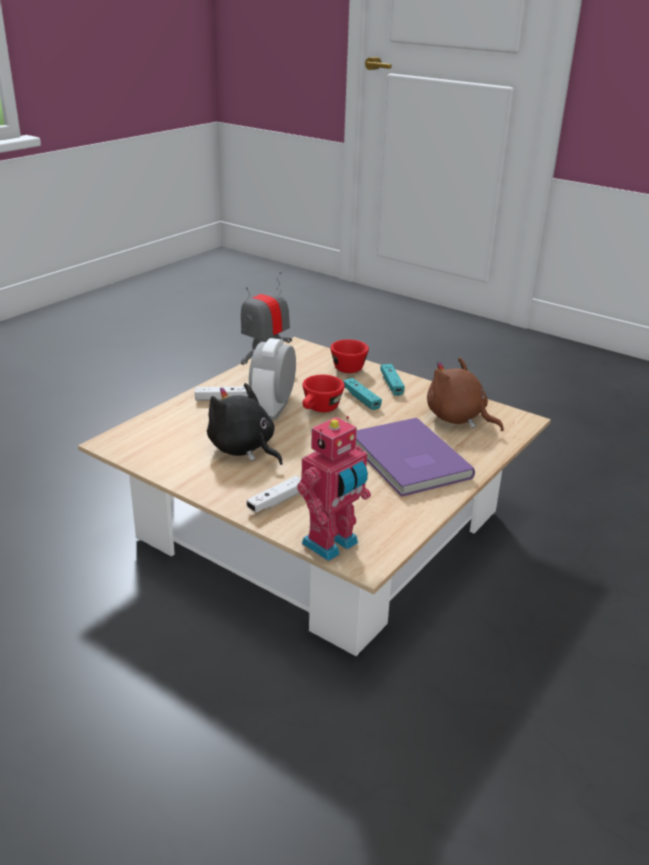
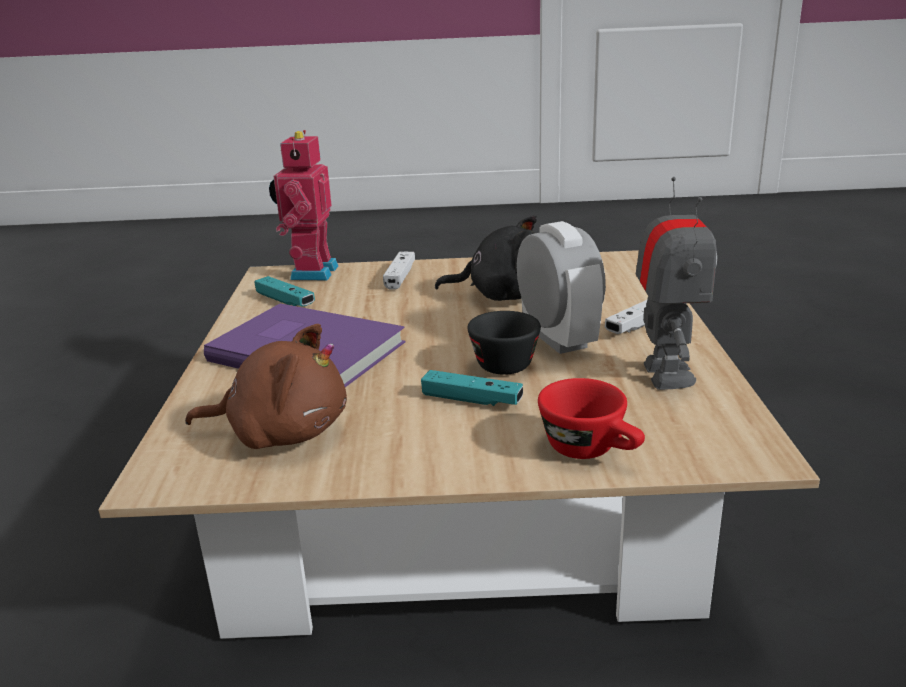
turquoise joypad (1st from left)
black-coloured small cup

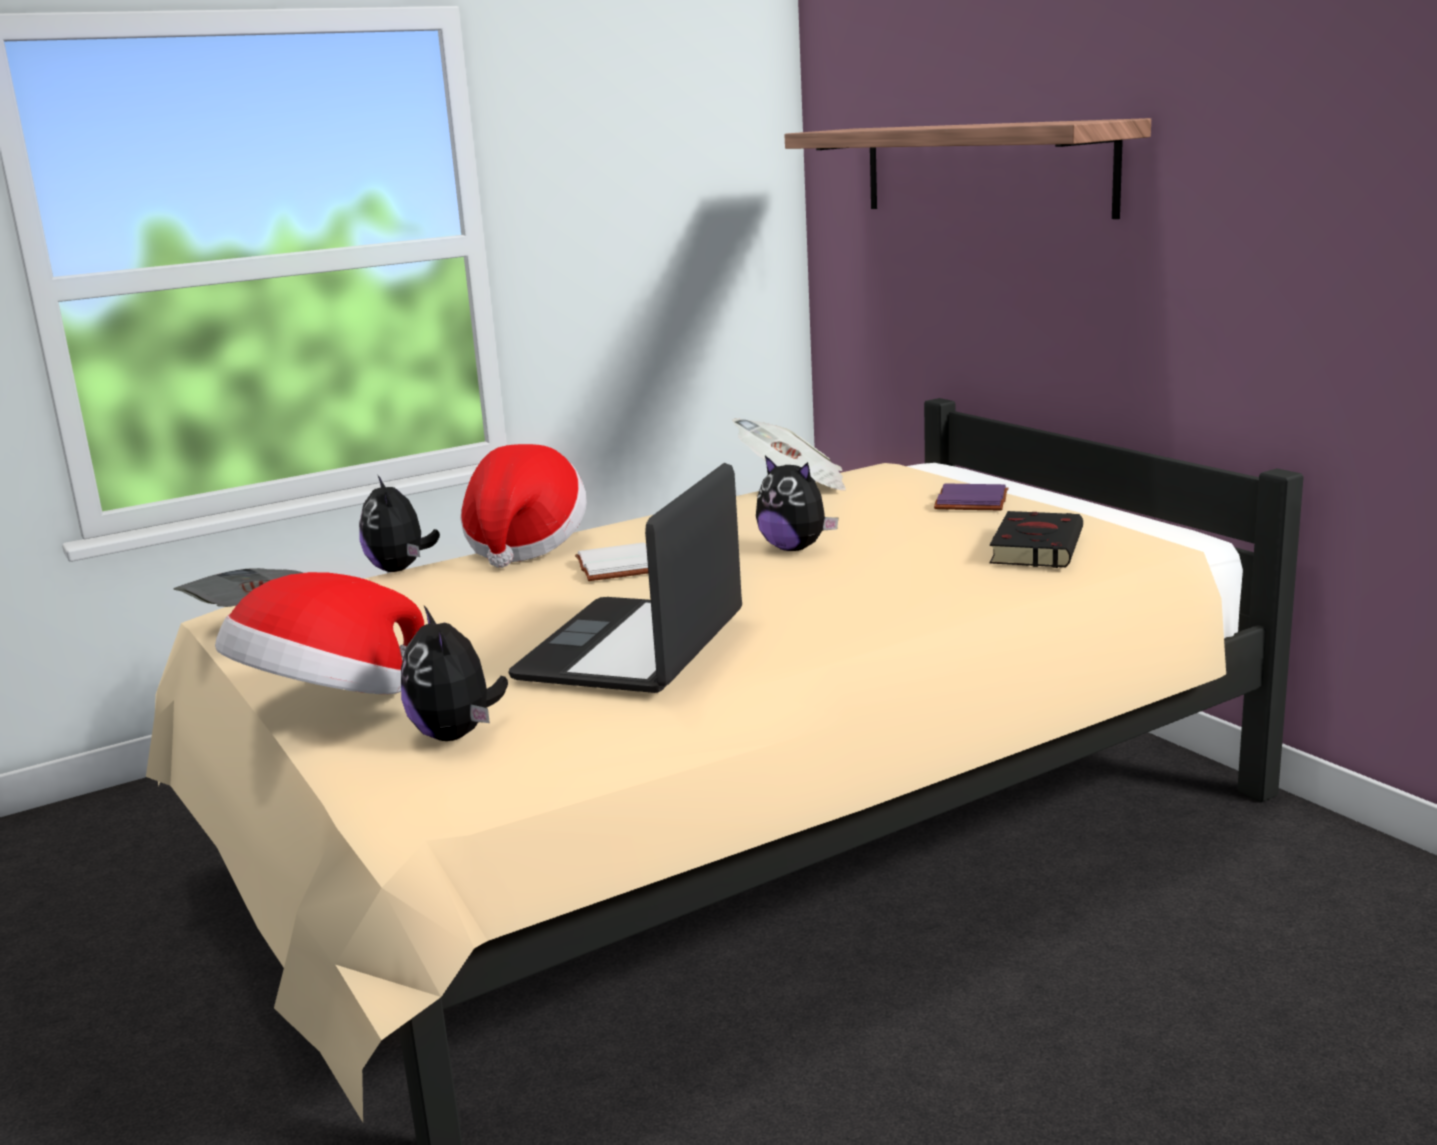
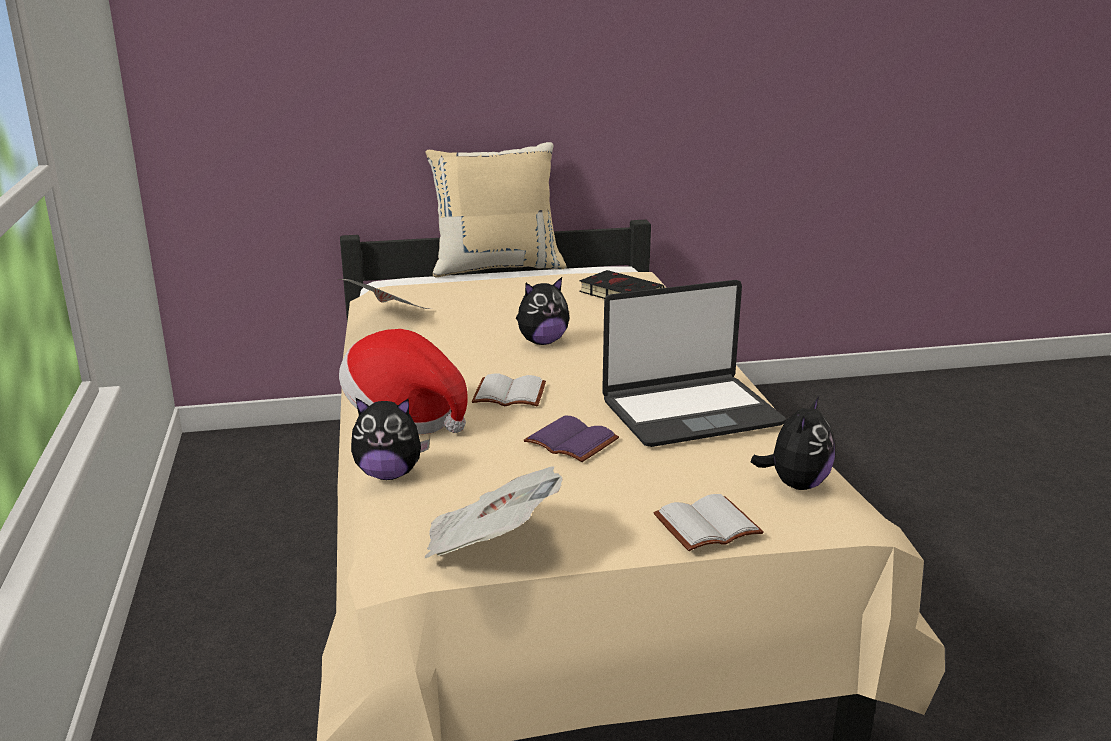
bracket shelf
beige cushion
purple volume
white volume (2nd from left)
soft toy (3rd from left)
laptop

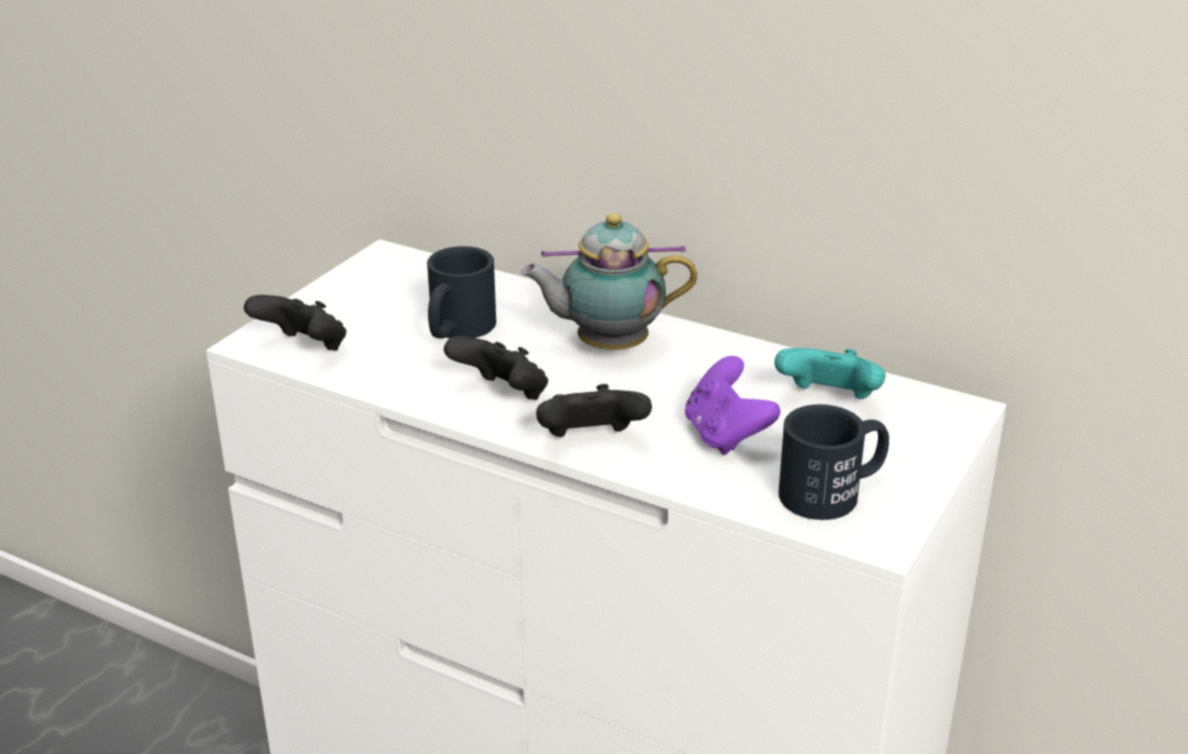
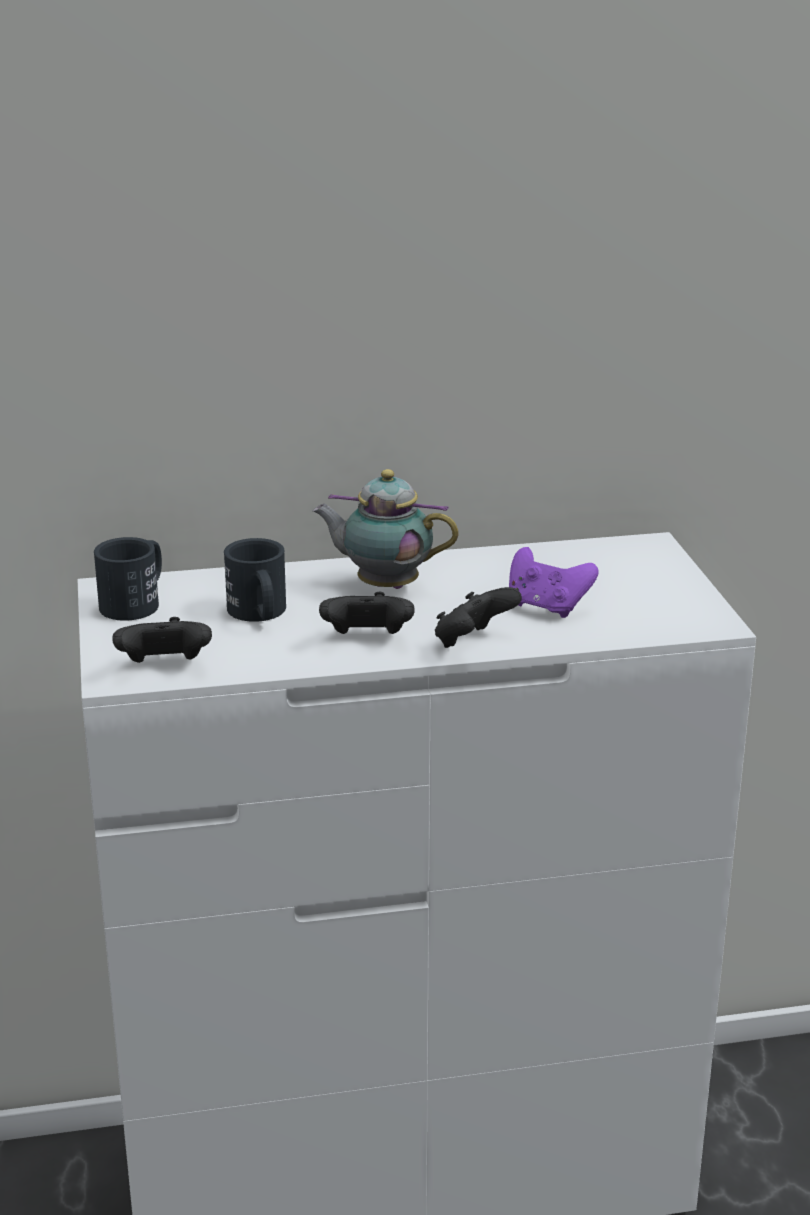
turquoise joypad
black-coloured tea mug (1st from left)
tea pot

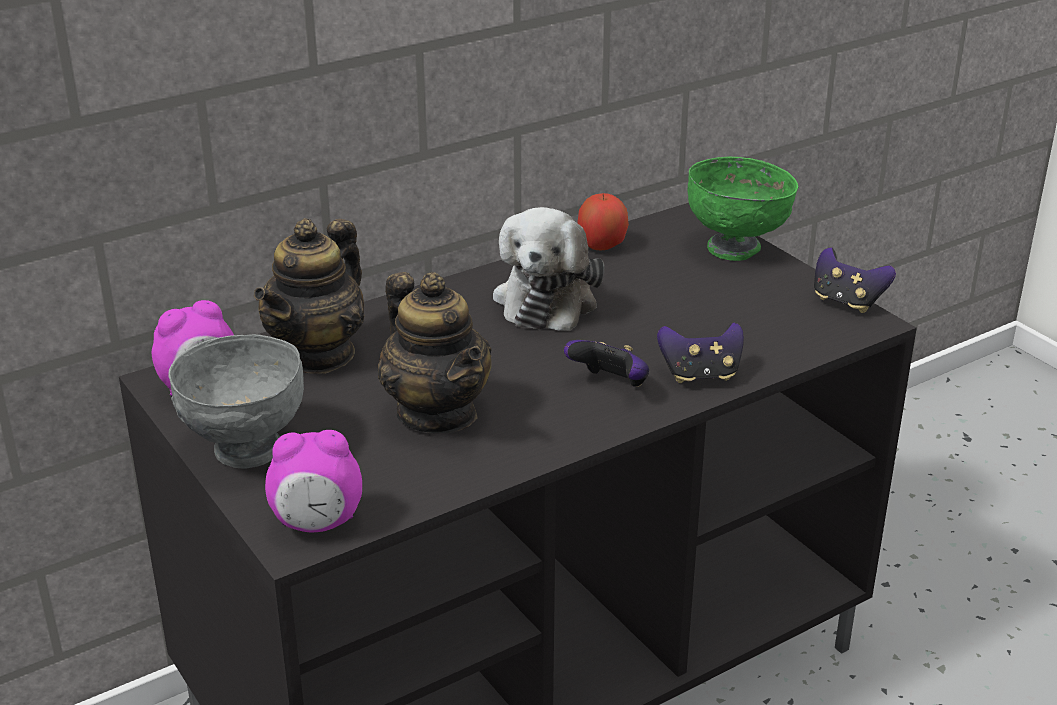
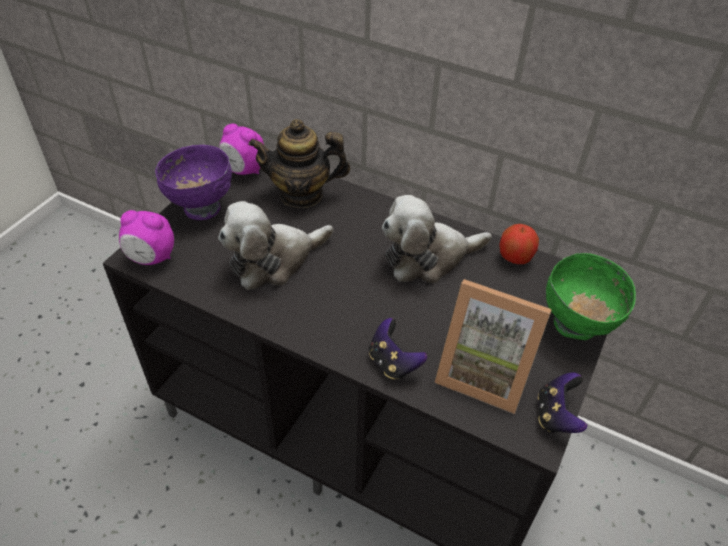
joypad (1st from left in the first image)
standing frame
soft toy (1st from left)
purple serving bowl
table clock (1st from left)

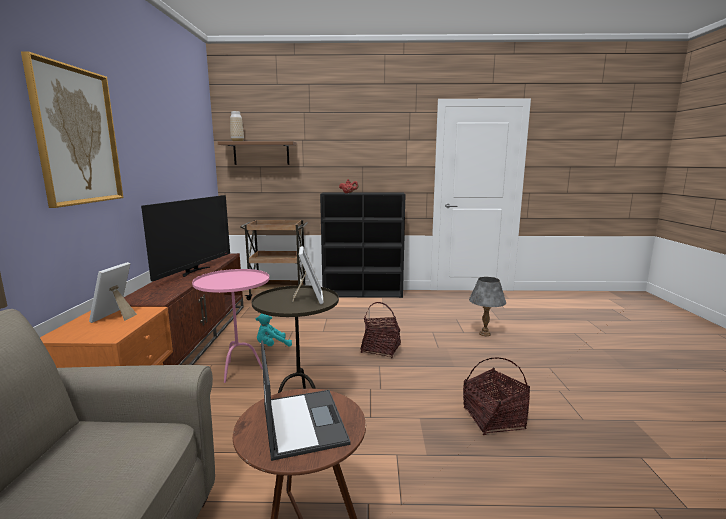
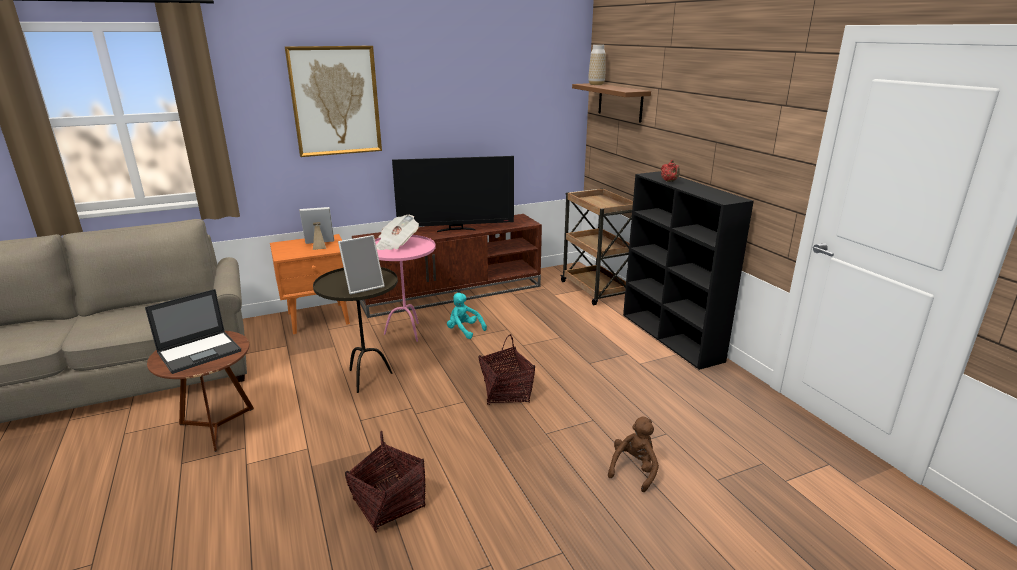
printed paper
brown soft toy

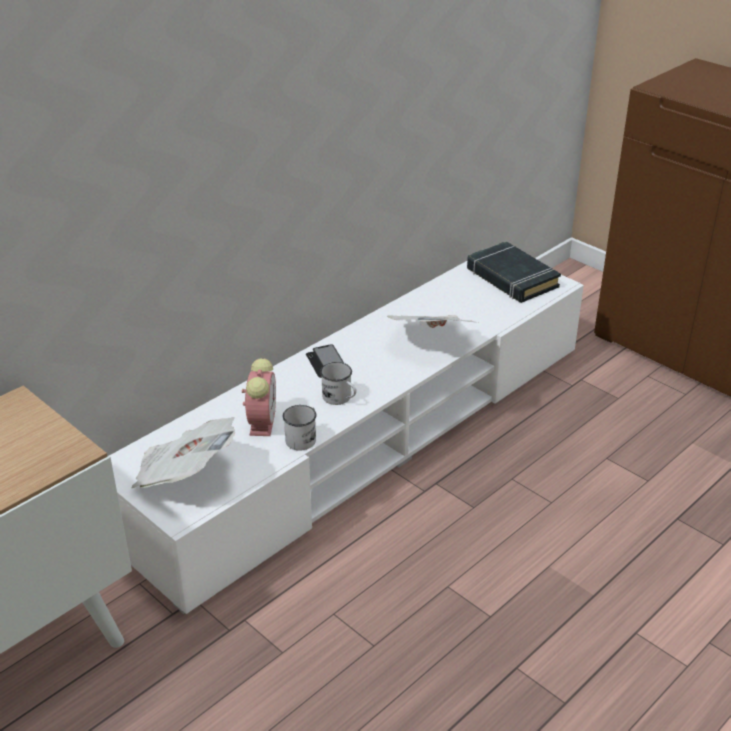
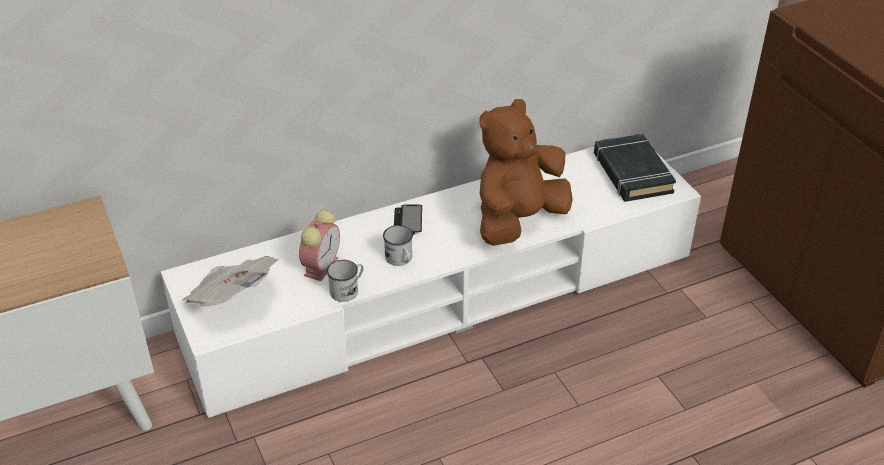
brown soft toy

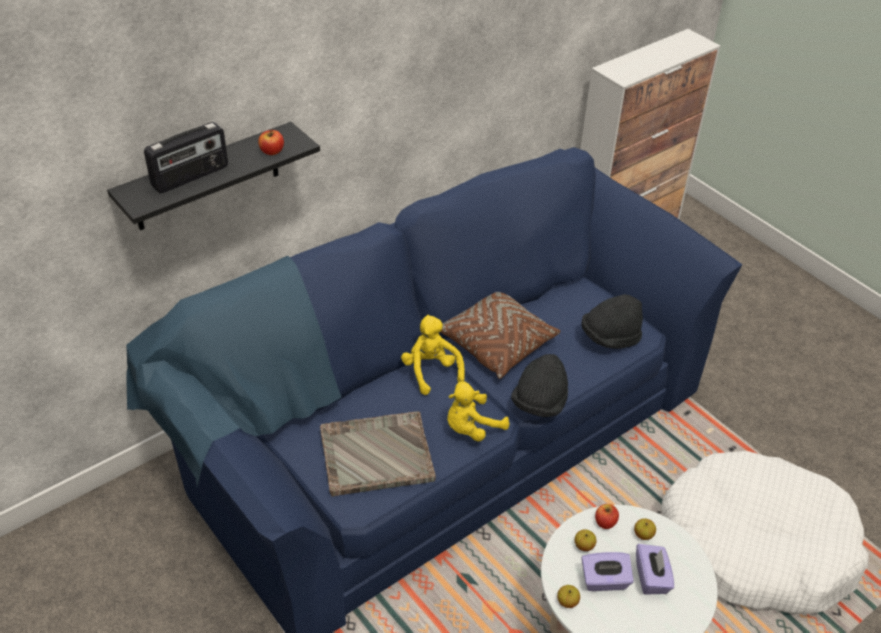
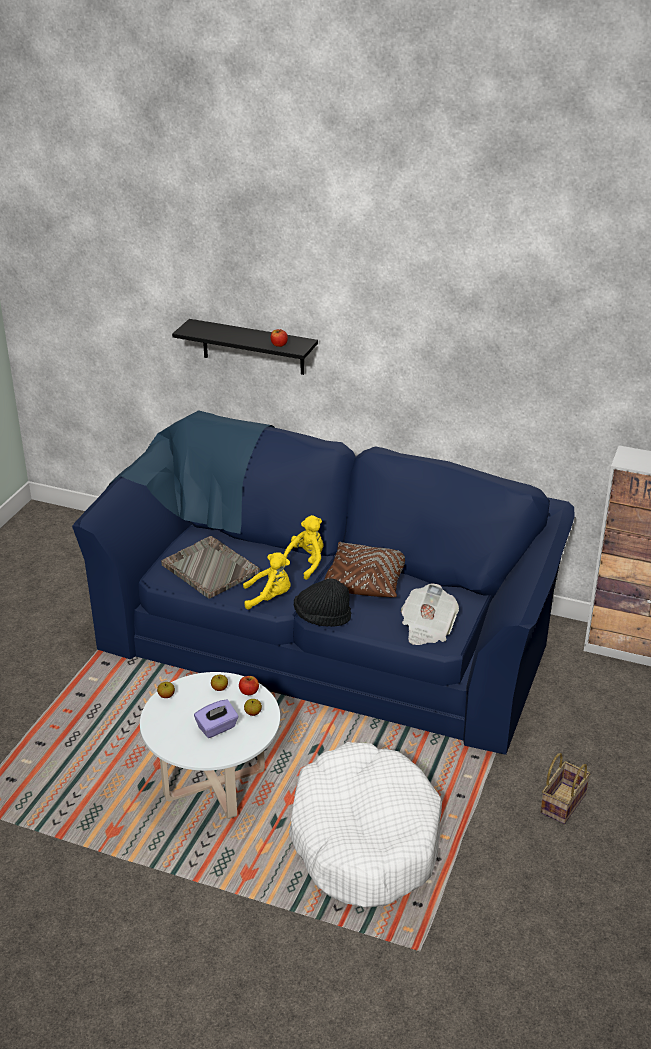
radio receiver
purple tissue box (1st from left in the first image)
basket
printed paper
yellowish soft toy (1st from left)

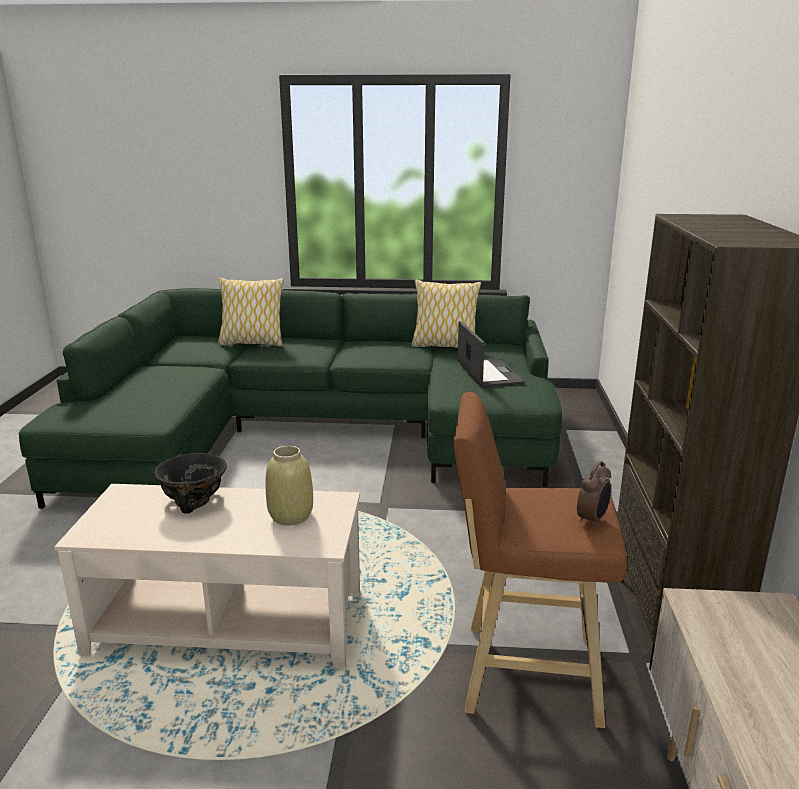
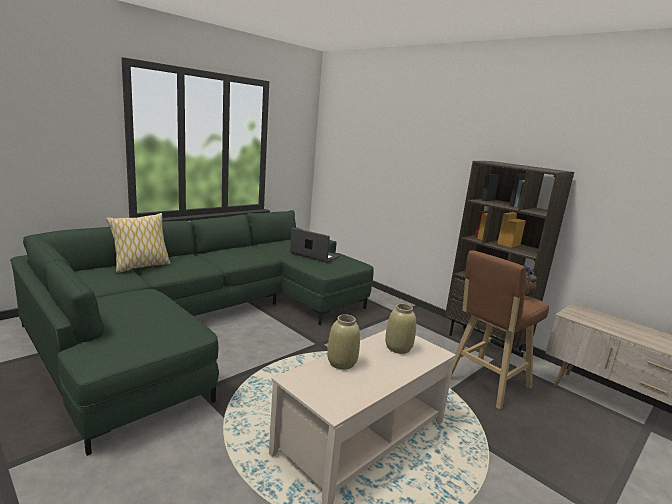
cushion (2nd from left in the first image)
beige decorative vase (1st from left)

